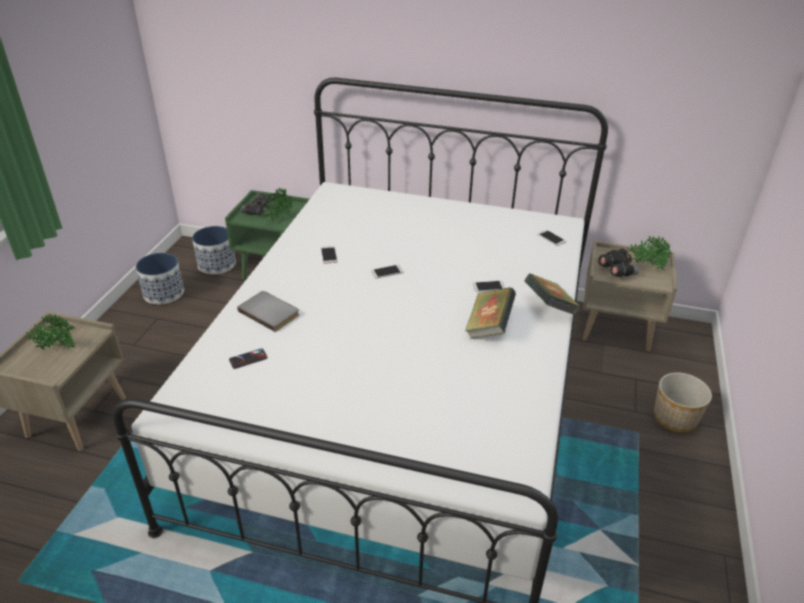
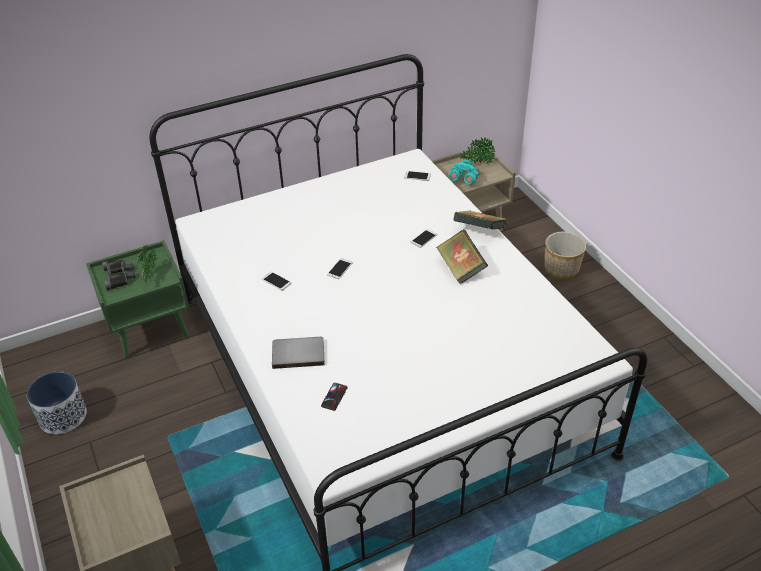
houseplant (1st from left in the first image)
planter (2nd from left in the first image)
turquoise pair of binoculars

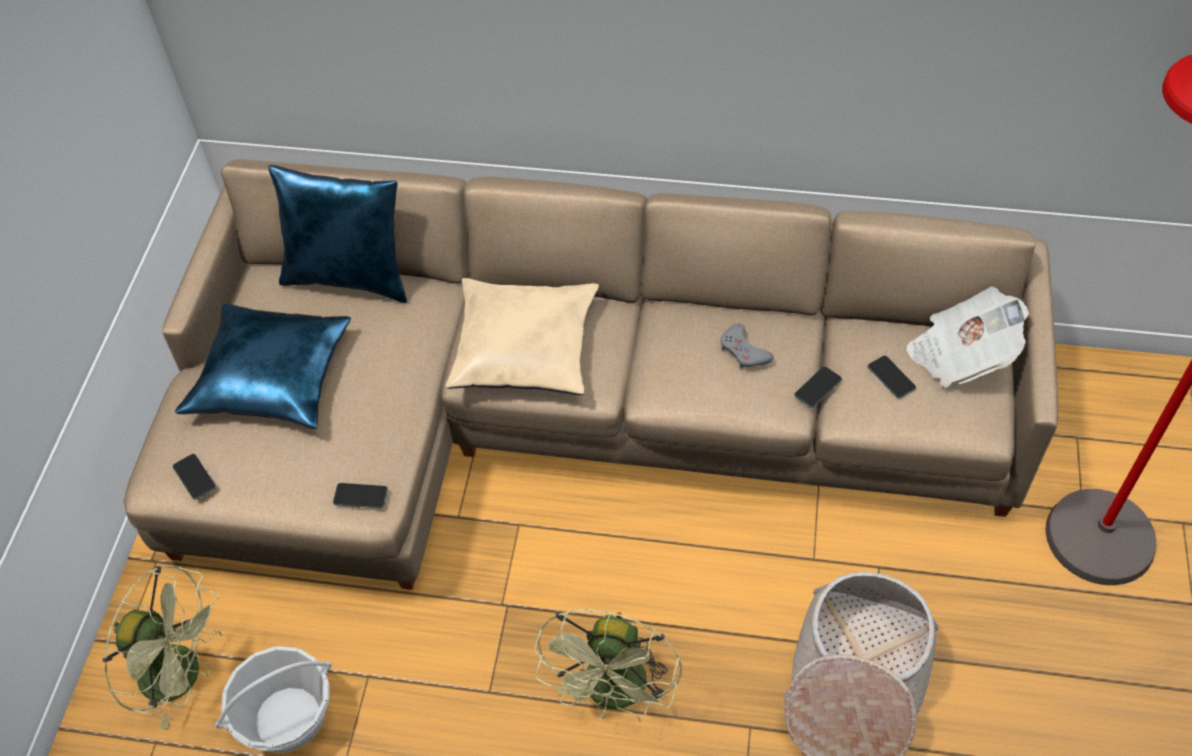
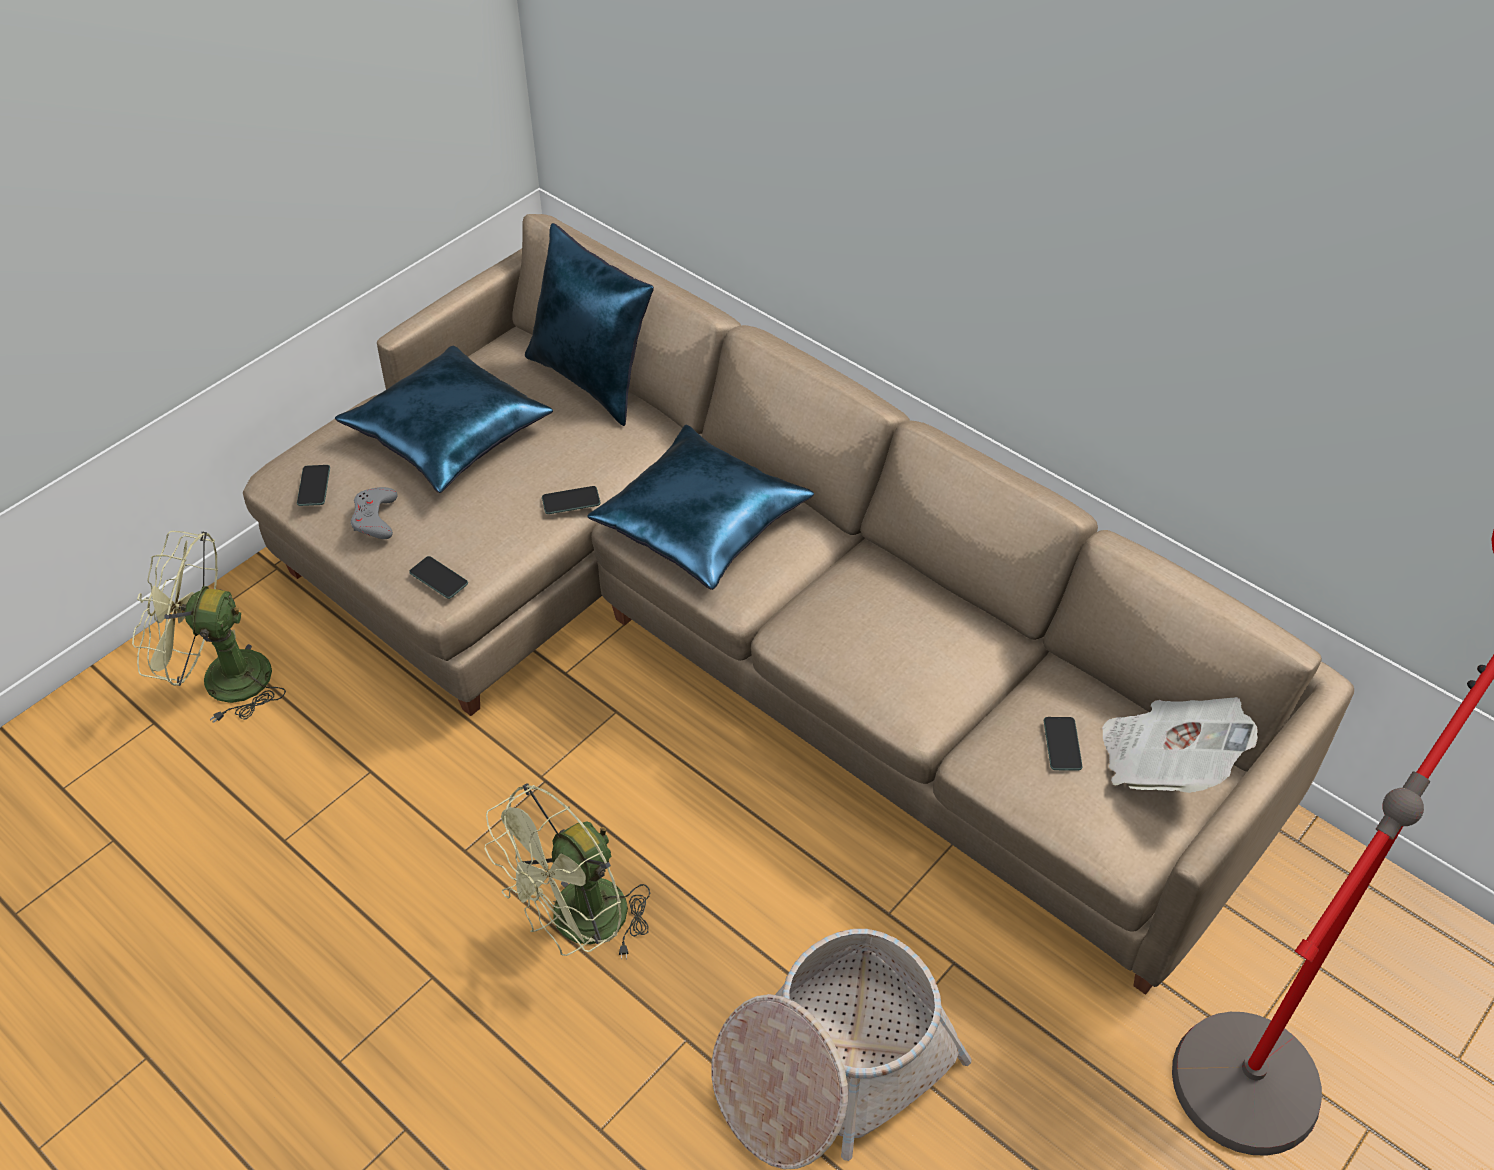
basket (1st from left in the first image)
grey joypad
handset (3rd from left)
blue-coloured cushion (3rd from left)
green electric fan (1st from left)

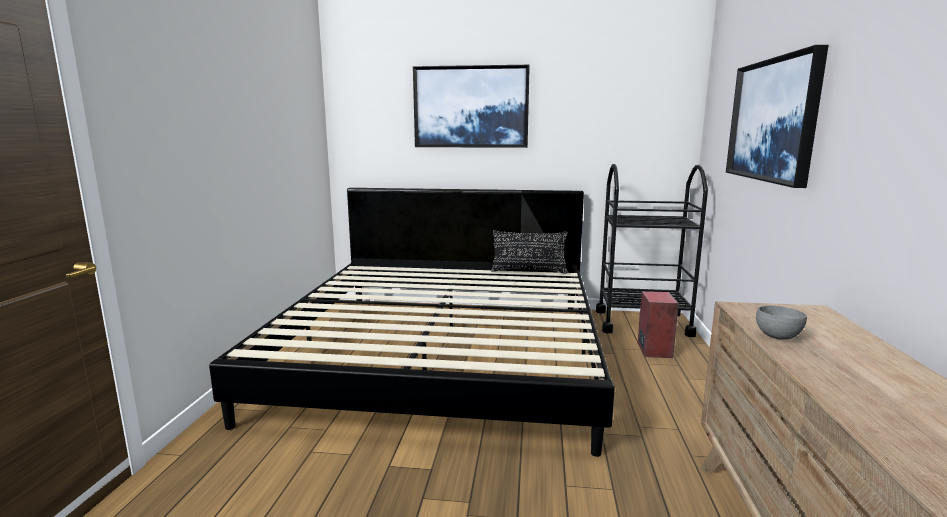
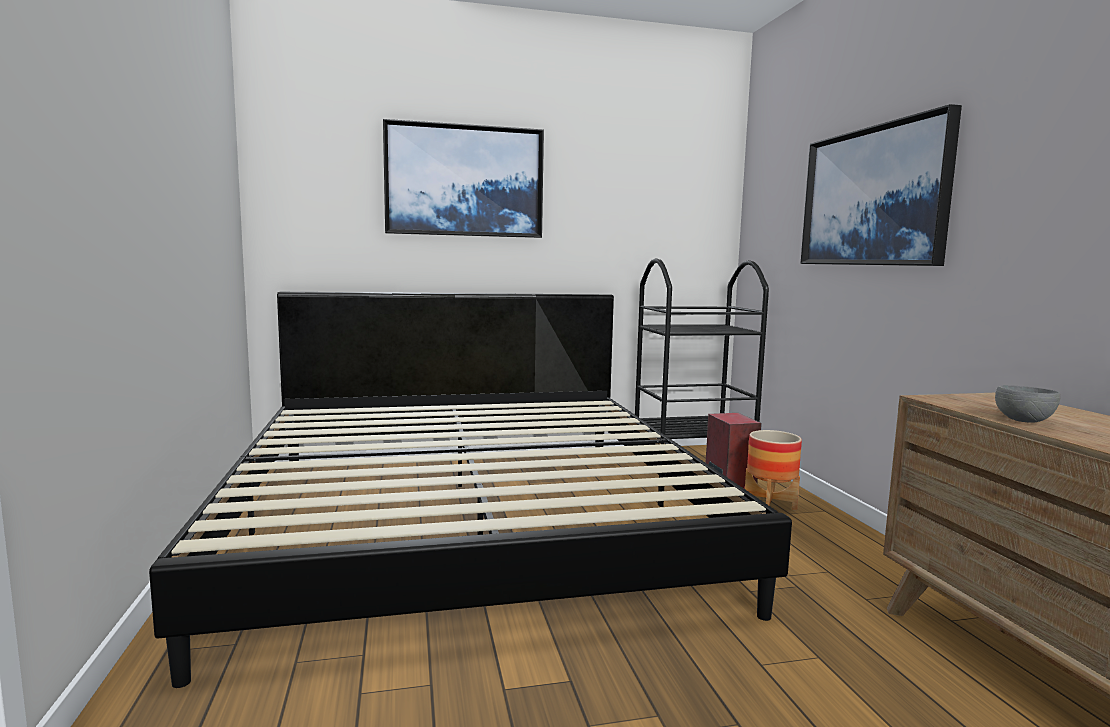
black-coloured cushion
planter

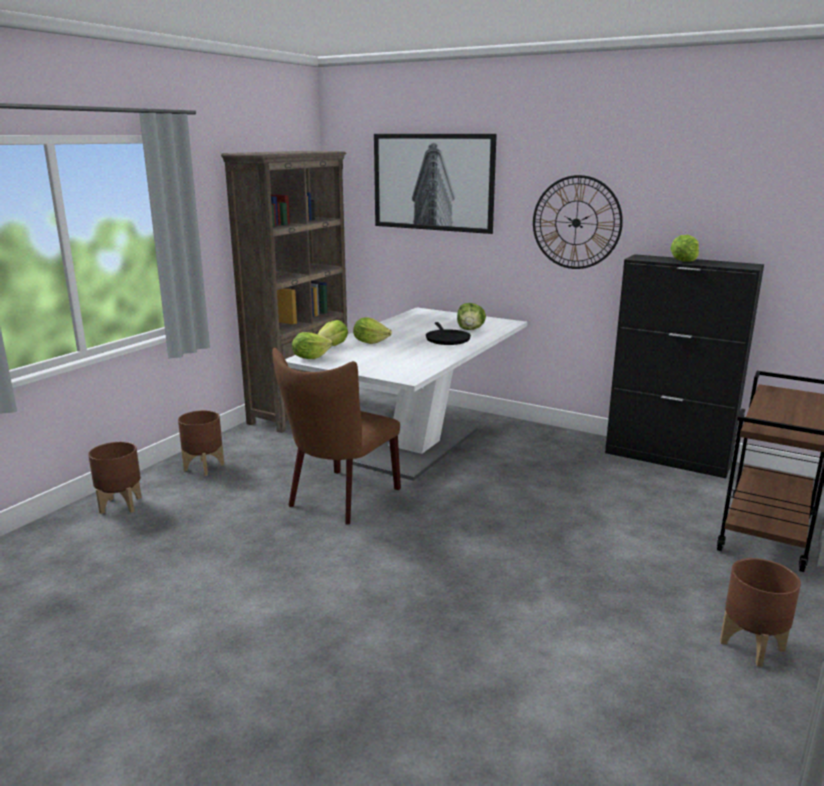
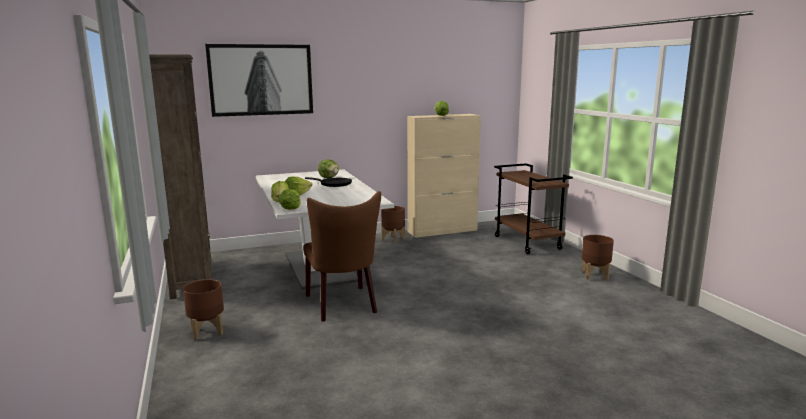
wall clock
brown planter (2nd from left)
beige cabinet

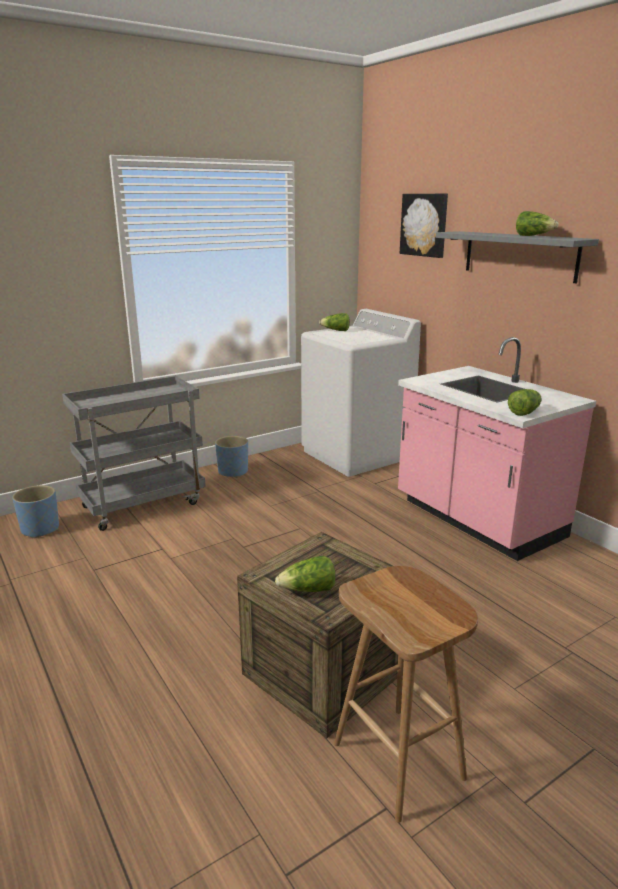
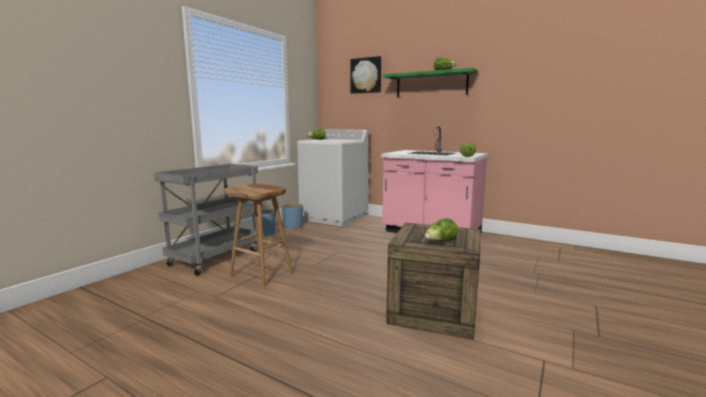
blue-coloured planter (2nd from left)
brown stool seat
green bracket shelf

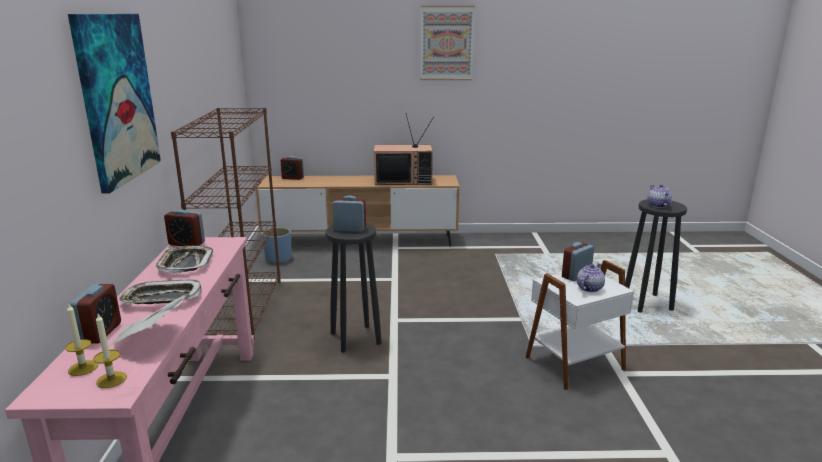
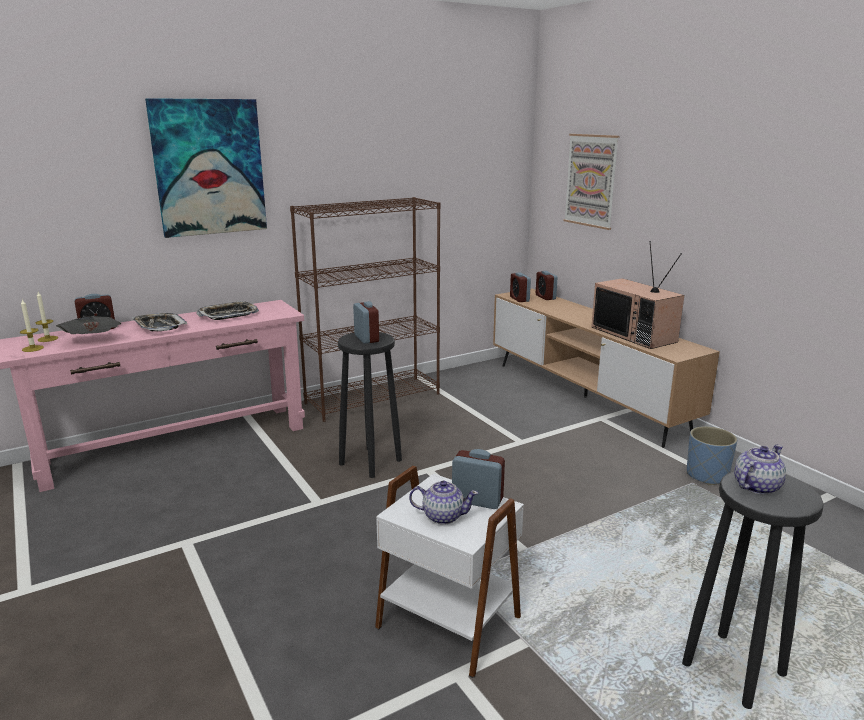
table clock (4th from left)
blue-coloured planter
wall art (2nd from left)

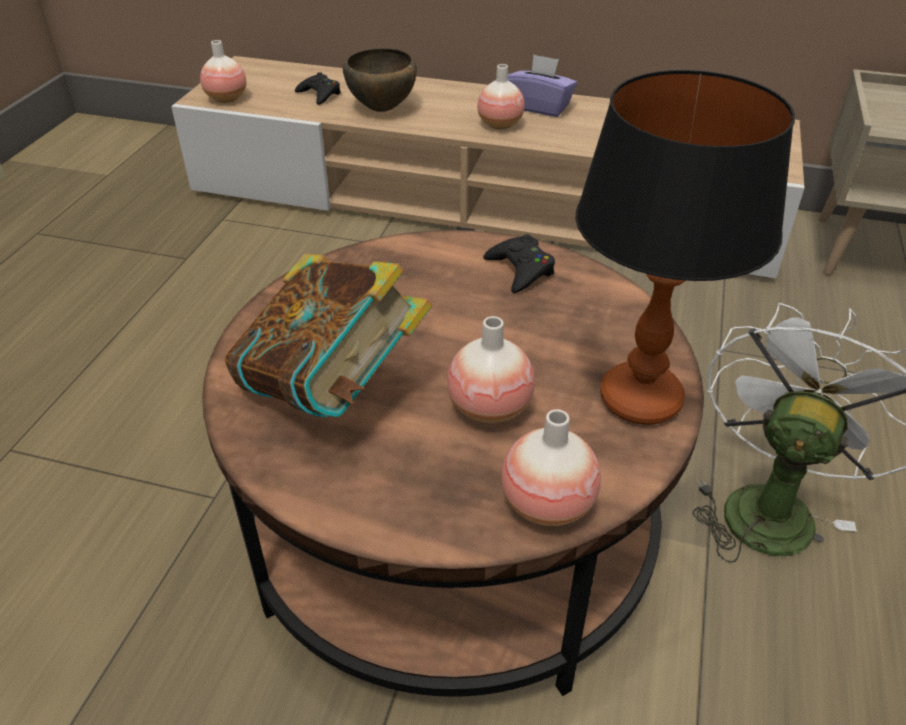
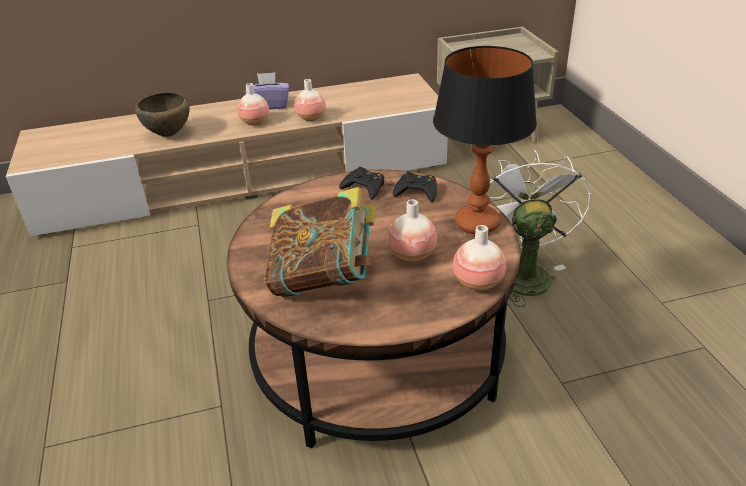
decorative vase (2nd from left)
black-coloured joypad (2nd from left)

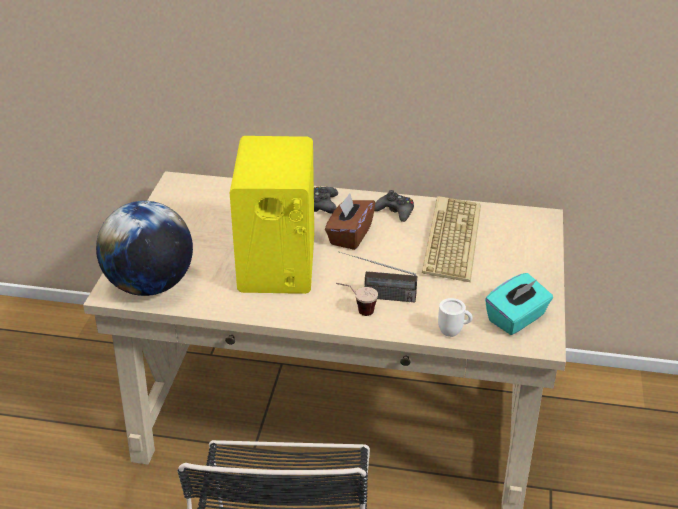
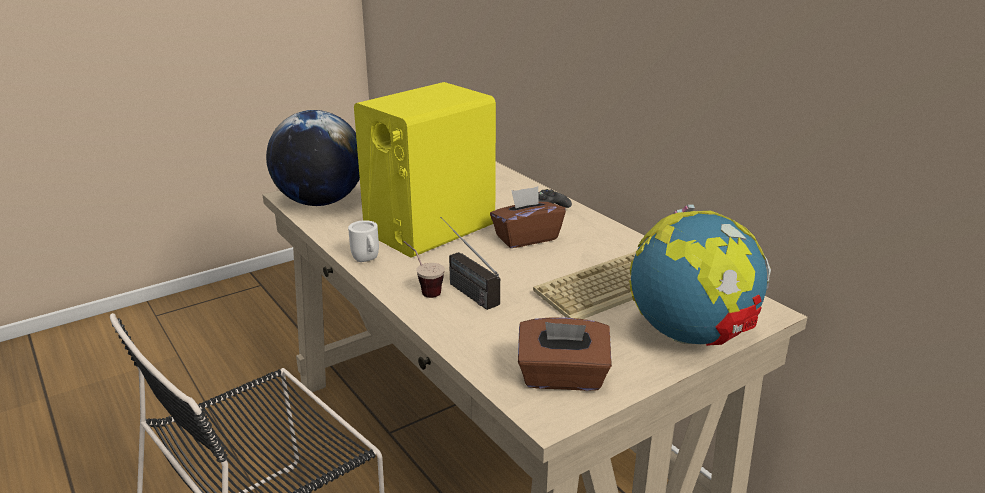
black-coloured joypad (2nd from left in the first image)
world globe (2nd from left)
white tea mug
brown tissue box (2nd from left)

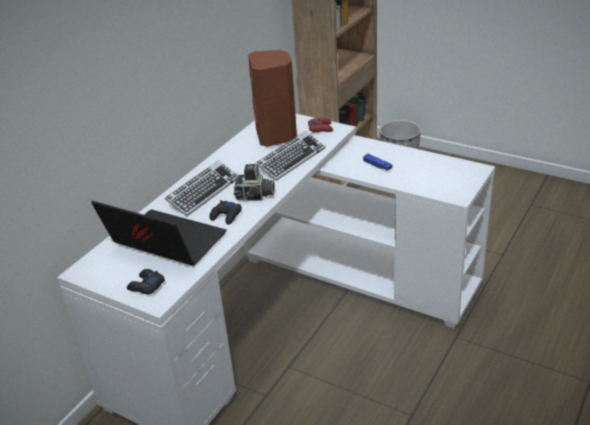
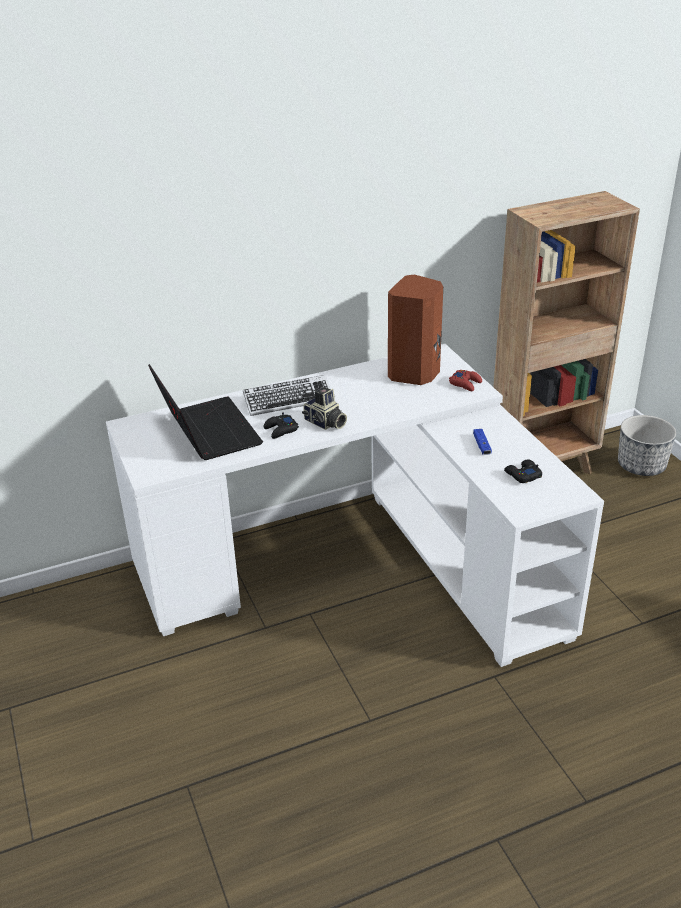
PC keyboard (2nd from left in the first image)
black-coloured joypad (2nd from left)

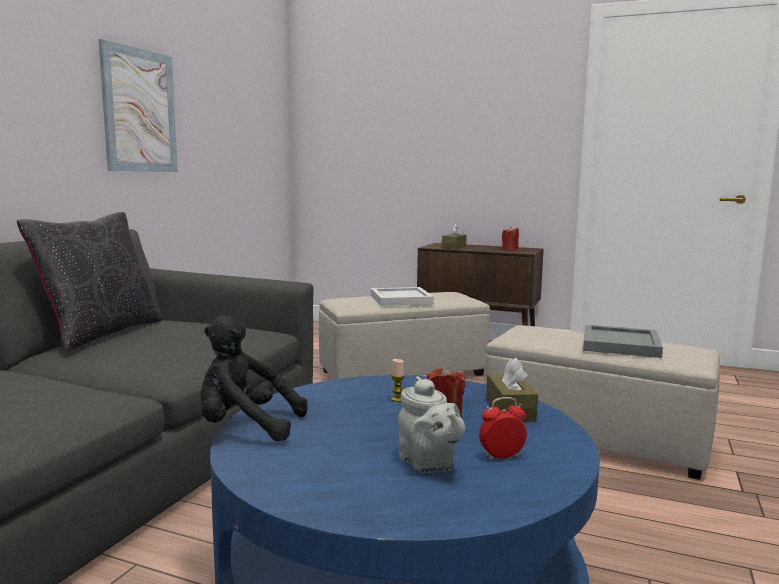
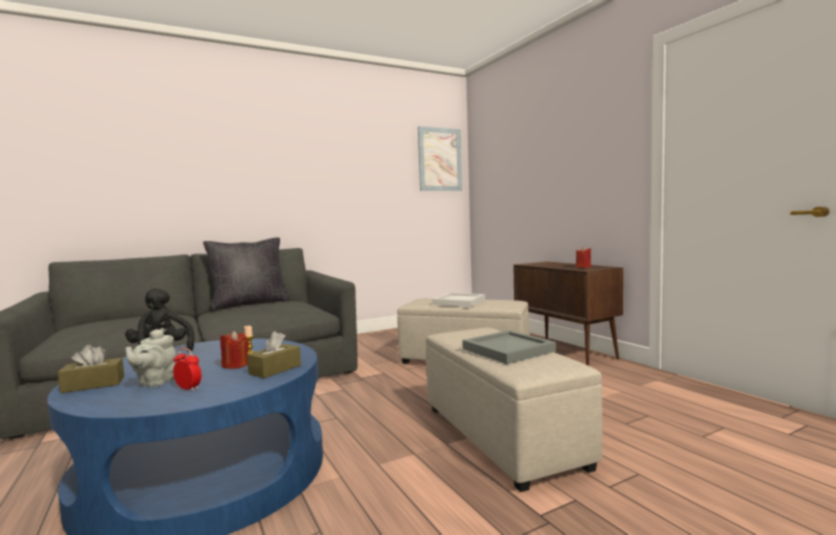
wall art
brown tissue box (1st from left)

